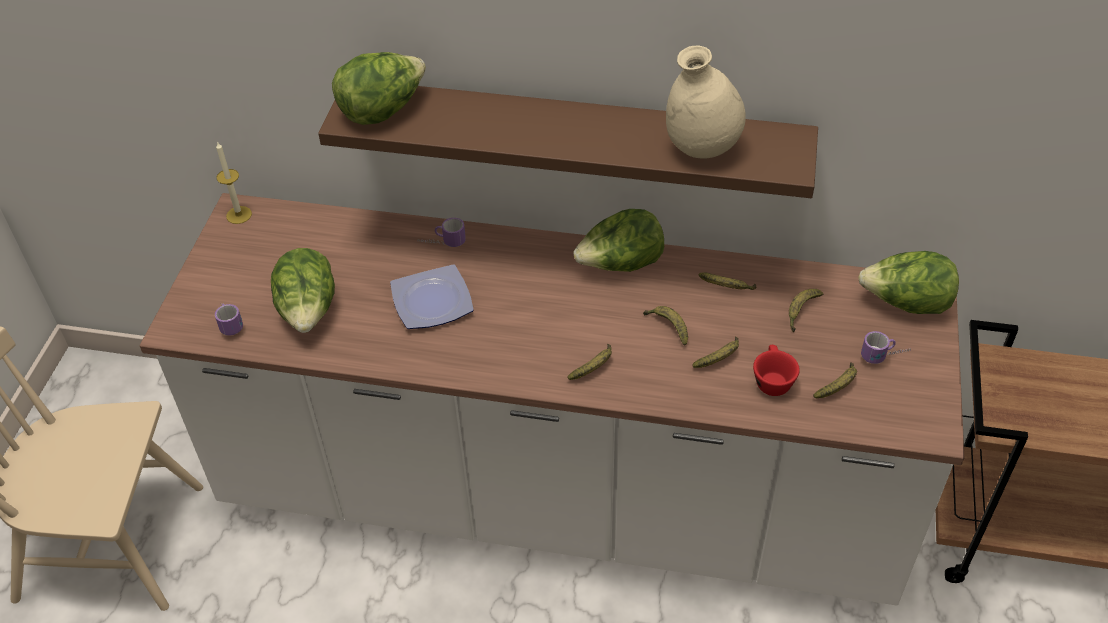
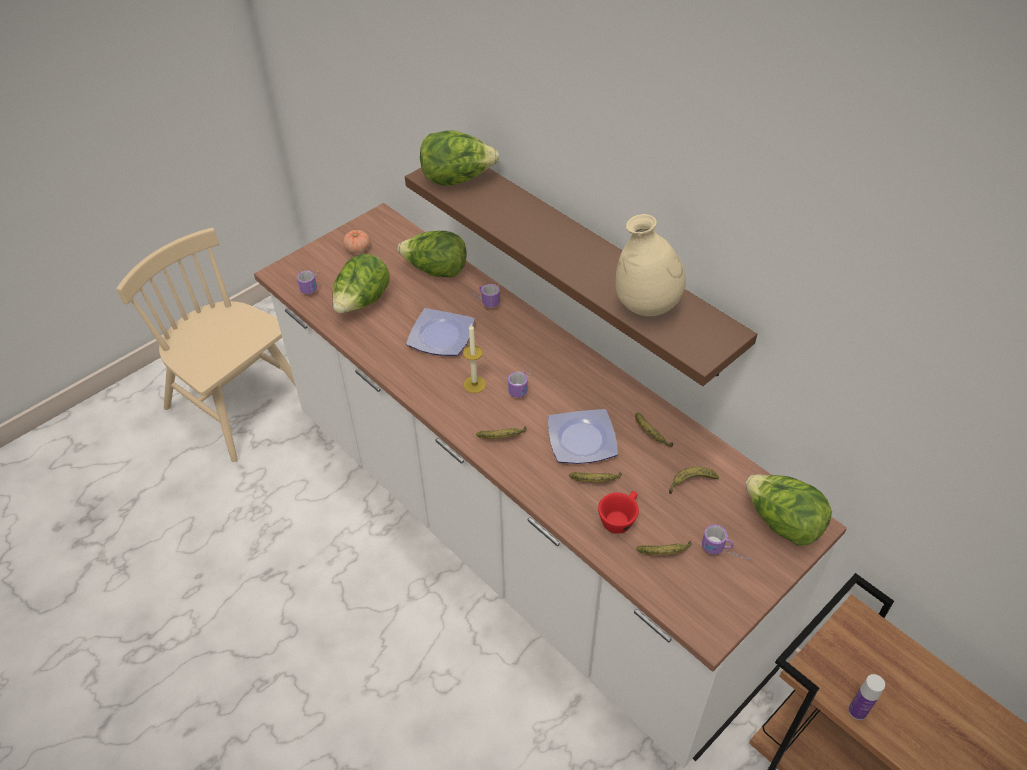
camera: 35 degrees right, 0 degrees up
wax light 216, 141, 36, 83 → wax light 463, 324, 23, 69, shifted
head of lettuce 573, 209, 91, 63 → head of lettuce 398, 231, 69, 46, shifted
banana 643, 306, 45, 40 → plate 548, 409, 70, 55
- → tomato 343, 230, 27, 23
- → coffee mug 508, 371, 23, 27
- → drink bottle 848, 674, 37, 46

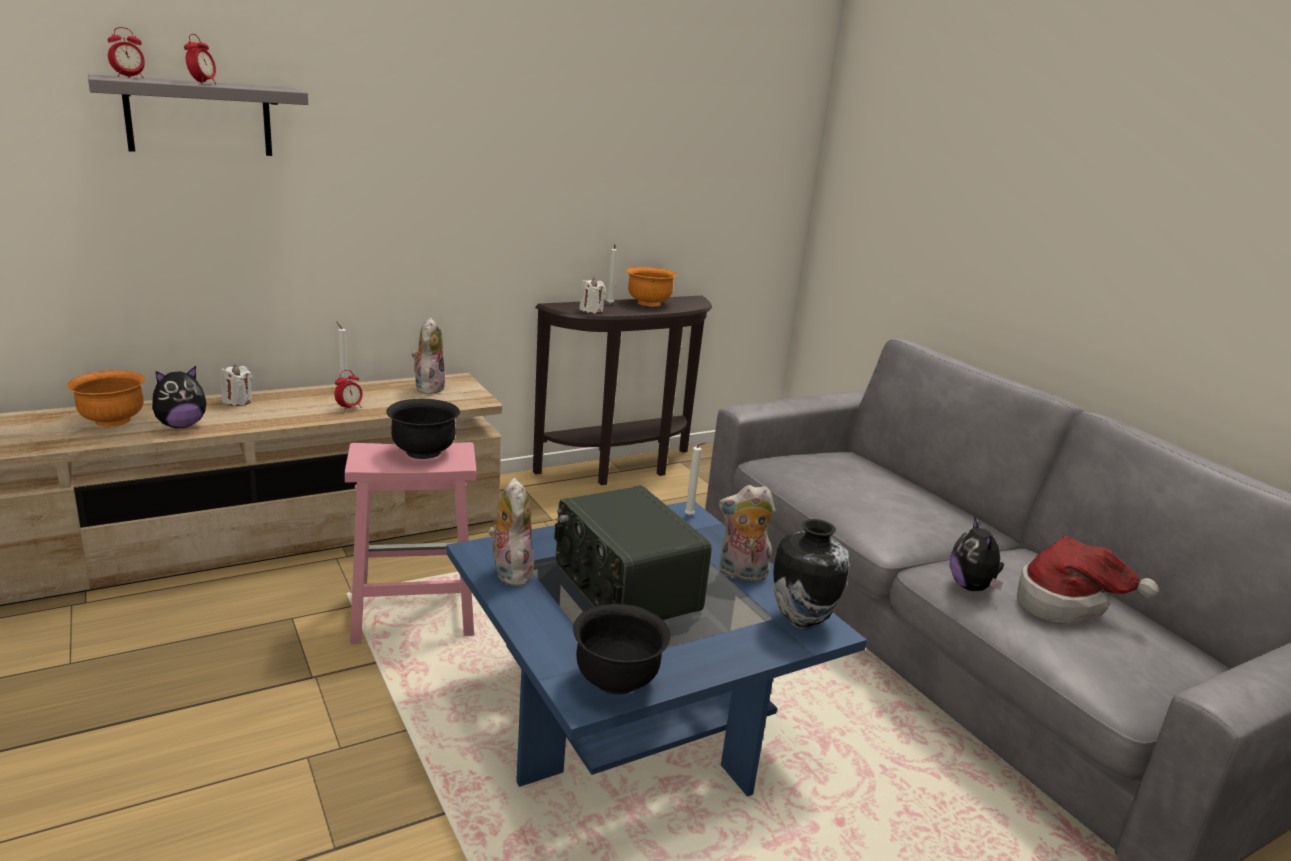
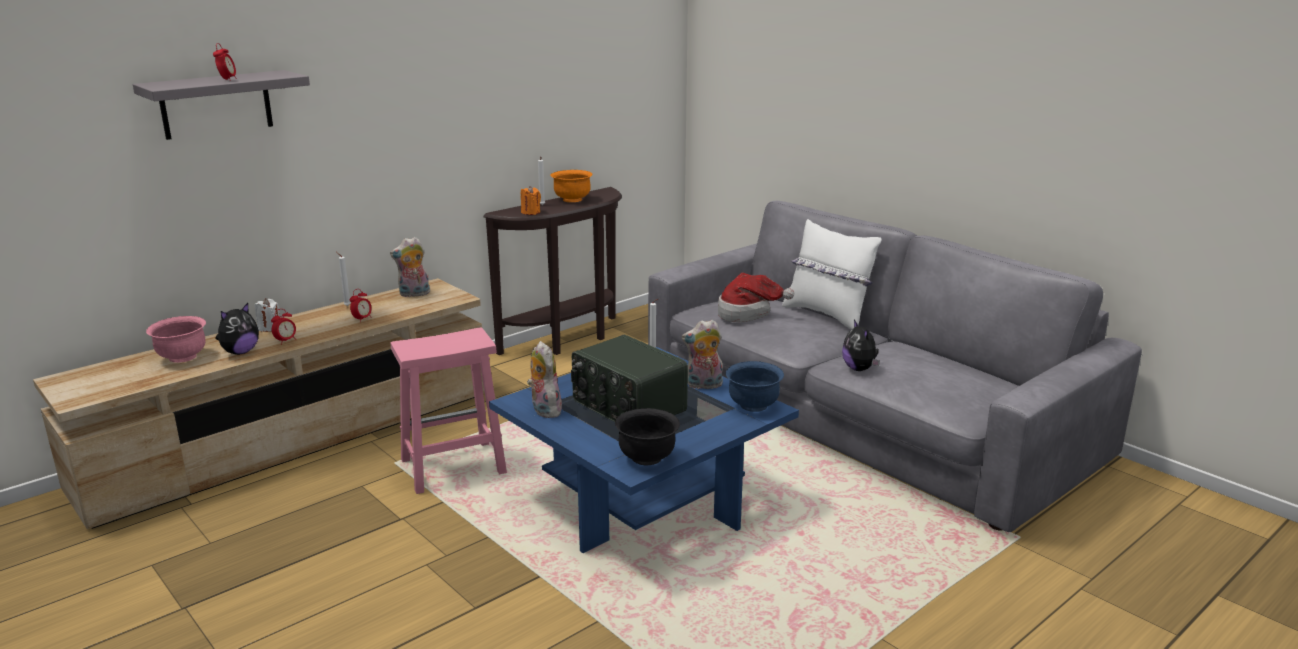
camera: 10 degrees left, 0 degrees up
orange-coloured deep dish 67, 370, 78, 57 → pink deep dish 146, 316, 60, 47
alarm clock 108, 27, 37, 51 → alarm clock 271, 309, 25, 35, shifted
blackish deep dish 386, 399, 74, 60 → -
cuddly toy 412, 318, 33, 76 → cuddly toy 390, 237, 40, 60, 105 degrees counterclockwise
whitish wax light 580, 278, 26, 35 → orange-coloured wax light 521, 186, 20, 29
vase 774, 519, 76, 110 → bluish deep dish 726, 361, 58, 51
hat 1017, 536, 142, 88 → hat 718, 273, 76, 50, shifted
- → whitish throw pillow 782, 219, 100, 111

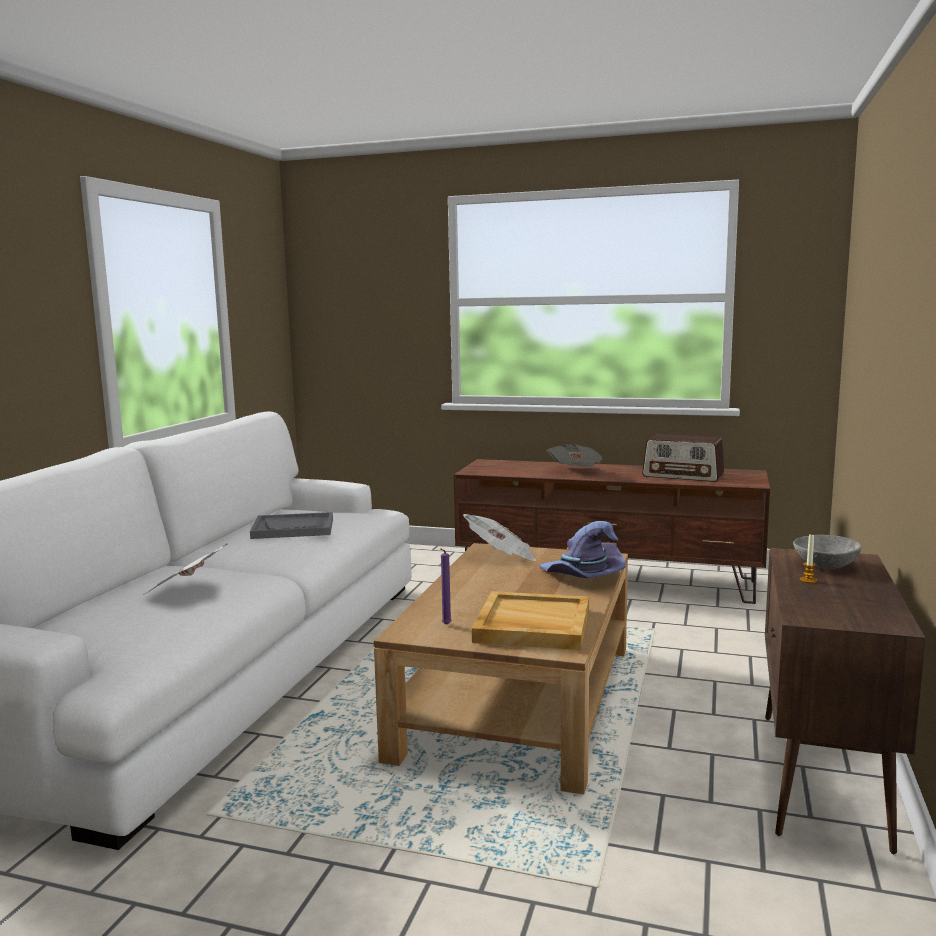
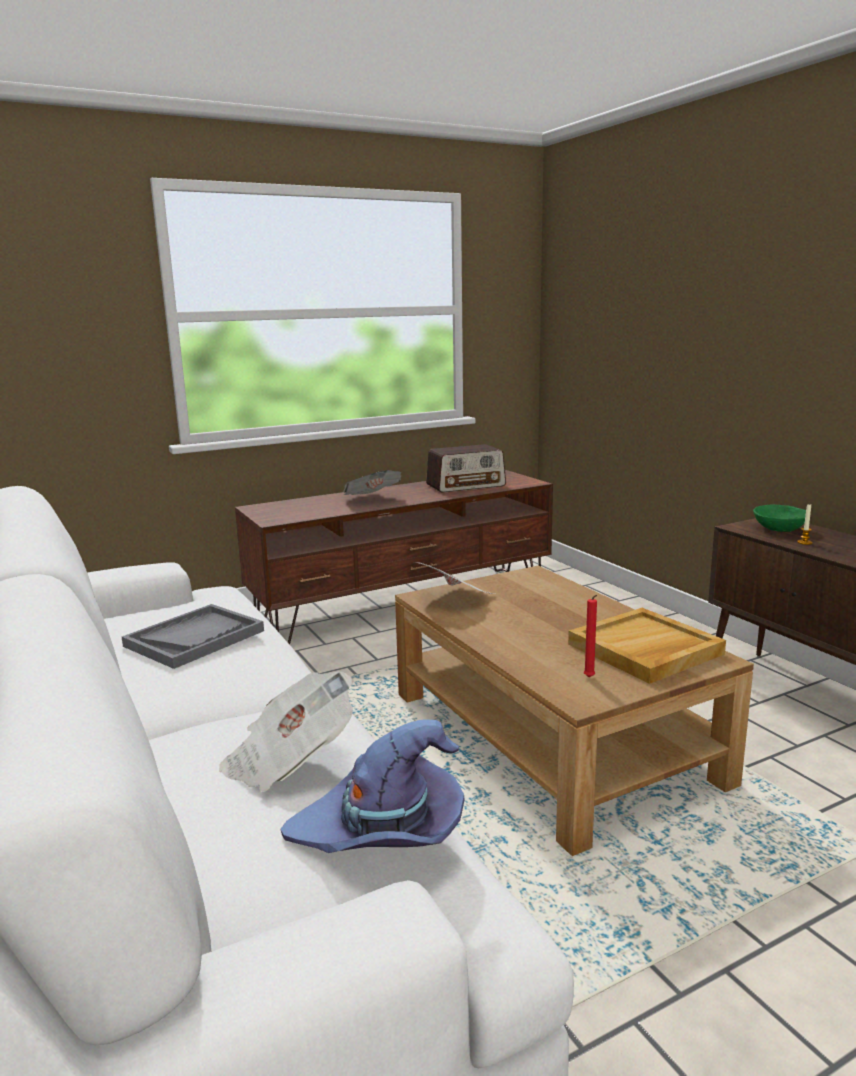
camera: 45 degrees left, 5 degrees up
purple wax light 440, 548, 12, 77 → red-coloured wax light 584, 595, 13, 82
purple hat 539, 521, 87, 57 → purple hat 280, 719, 185, 134, shifted
gray deep dish 793, 535, 68, 34 → greenish deep dish 753, 505, 53, 27

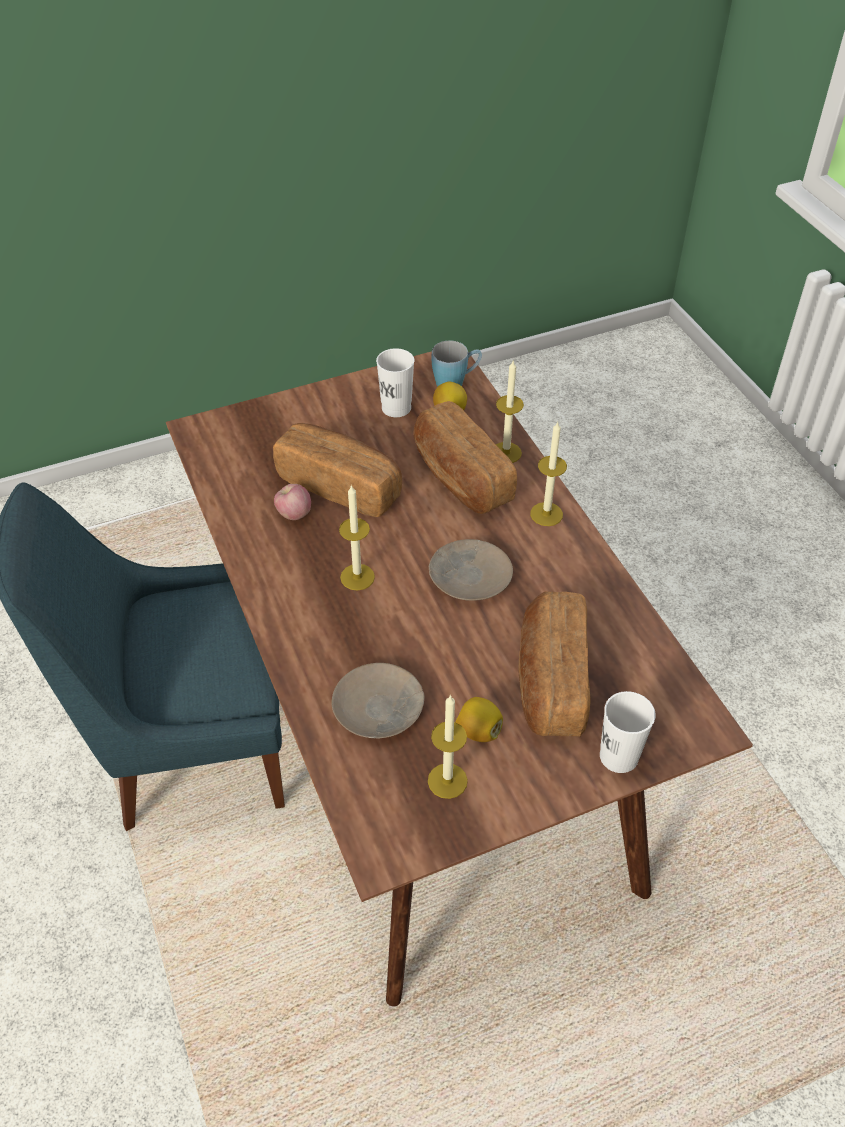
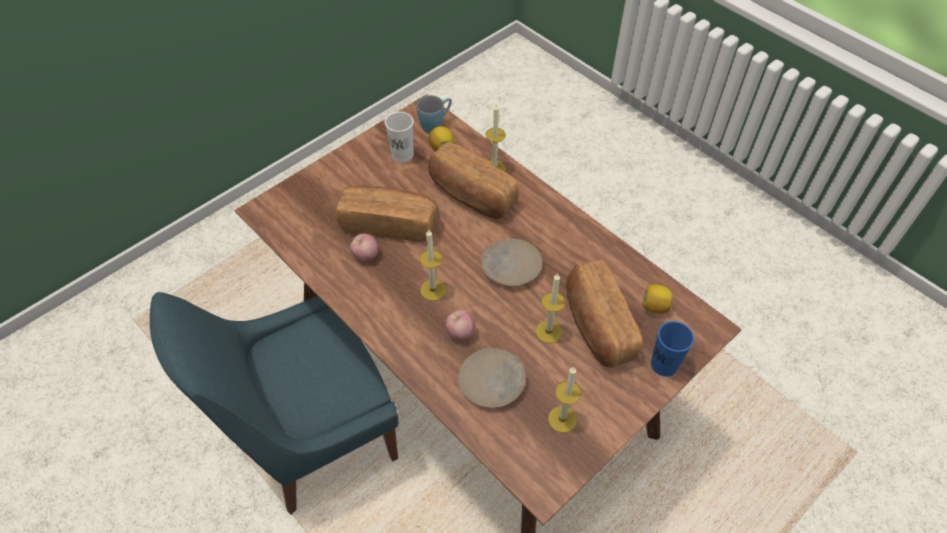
camera: 20 degrees left, 5 degrees up
lemon 456, 697, 47, 45 → lemon 642, 285, 31, 28, shifted
wax light 530, 422, 37, 104 → wax light 536, 273, 29, 70, shifted
whitish cup 600, 691, 56, 82 → bluish cup 651, 321, 43, 56
- → apple fruit 445, 310, 30, 30

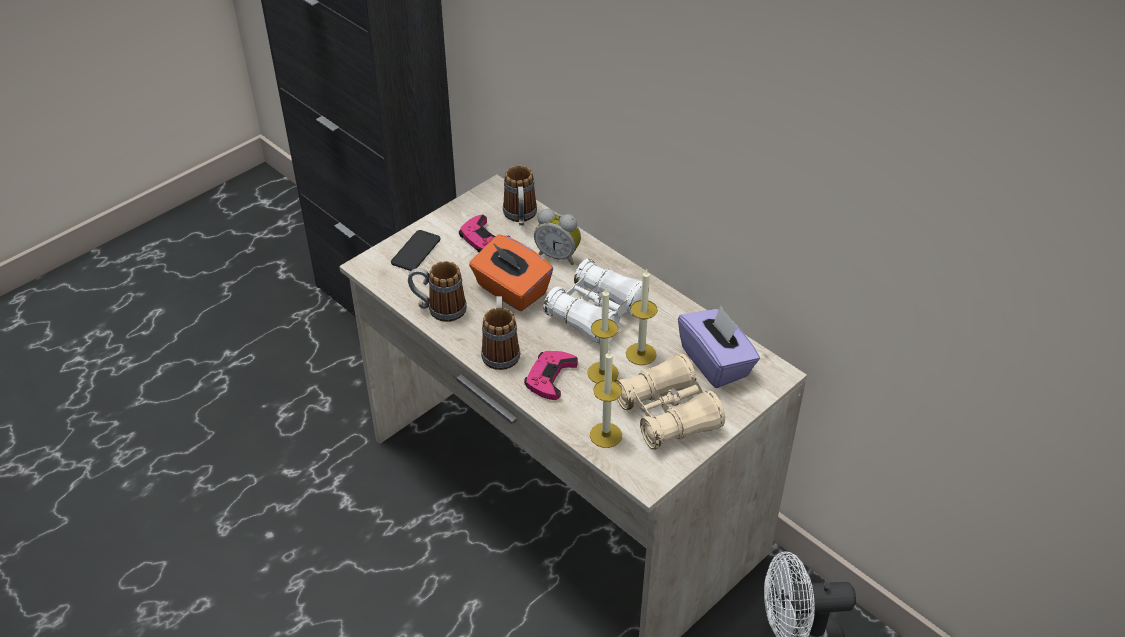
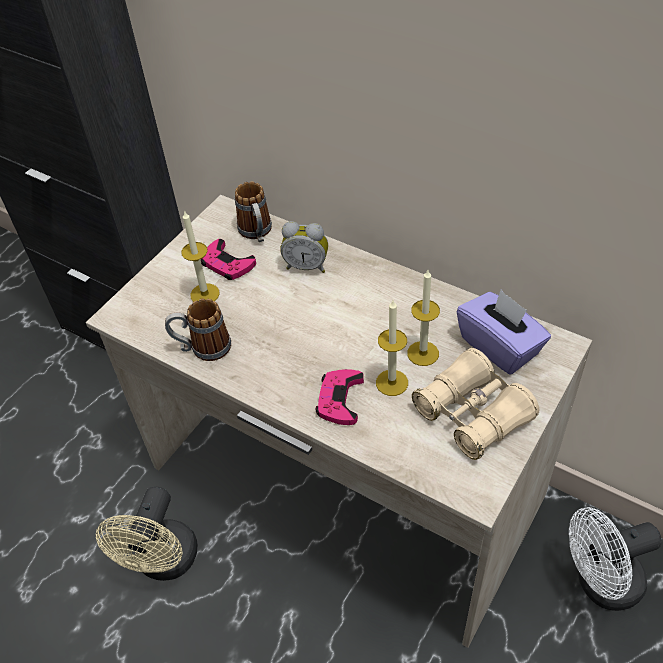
camera: 10 degrees left, 5 degrees up
telephone 391, 230, 49, 41 → -
orange-coloured tissue box 469, 234, 84, 77 → -
coffee mug 481, 296, 39, 74 → -
whitish field glasses 543, 259, 99, 85 → -
wax light 590, 350, 32, 98 → wax light 181, 210, 39, 92, shifted
- → sand-coloured fan 96, 487, 102, 94

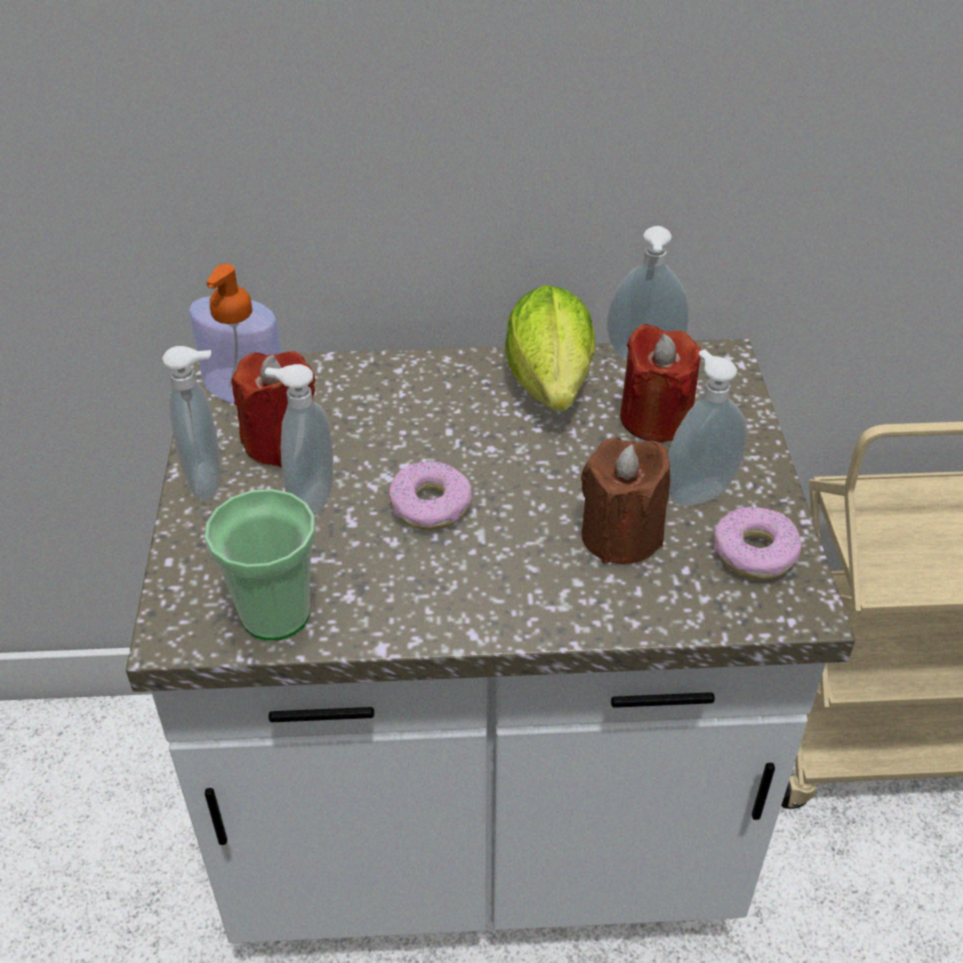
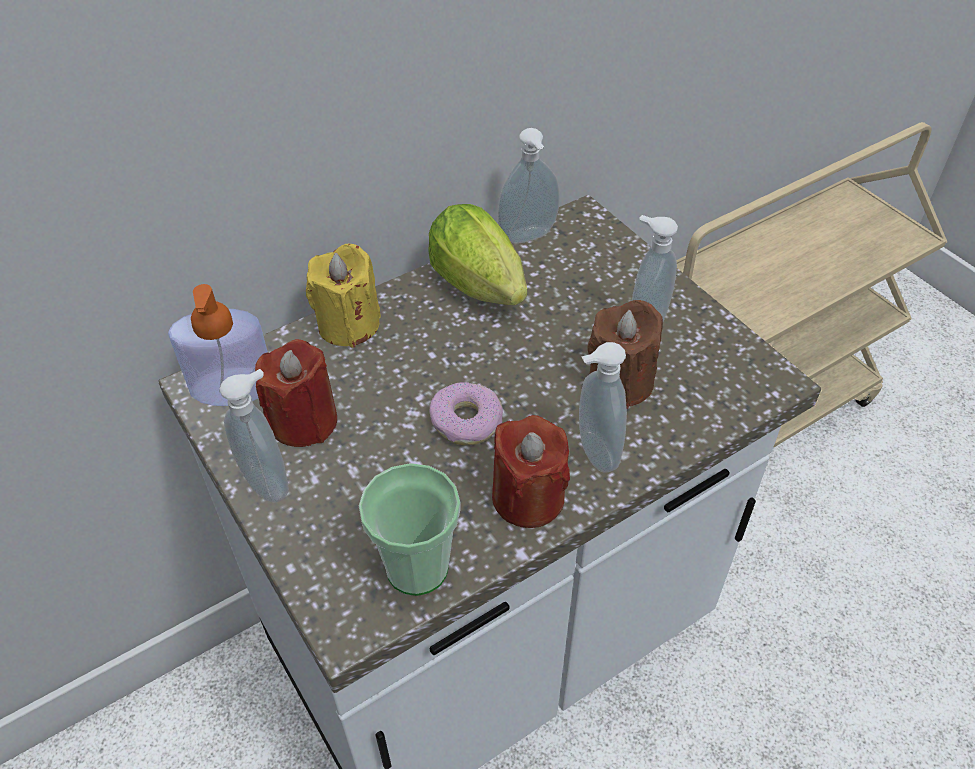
camera: 30 degrees left, 5 degrees up
liquid soap bottle 265, 364, 68, 152 → liquid soap bottle 579, 342, 48, 131, shifted
red-coloured wax light 620, 324, 82, 118 → red-coloured wax light 492, 415, 78, 113, shifted
ring doughnut 714, 506, 87, 74 → -
- → yellow wax light 306, 244, 75, 104

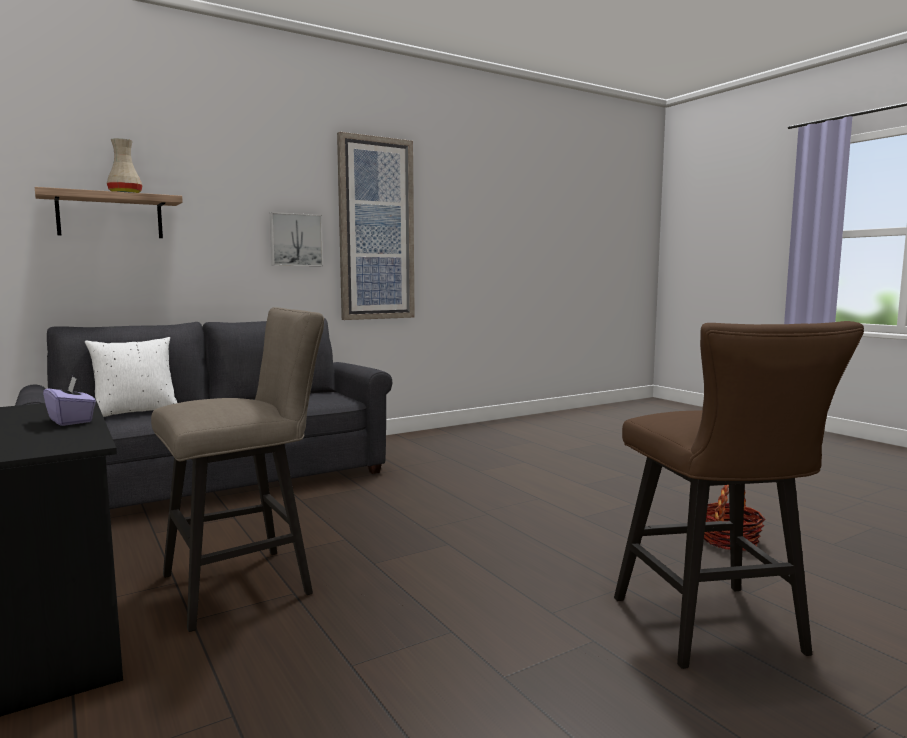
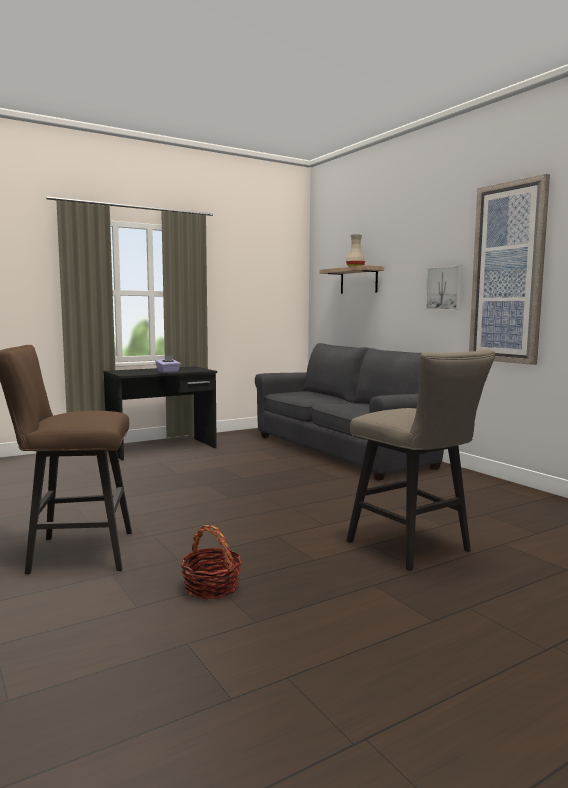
camera: 90 degrees right, 0 degrees up
whitish throw pillow 85, 337, 92, 80 → -
sand-coloured stool seat 151, 307, 174, 325 → sand-coloured stool seat 346, 349, 149, 222, shifted

